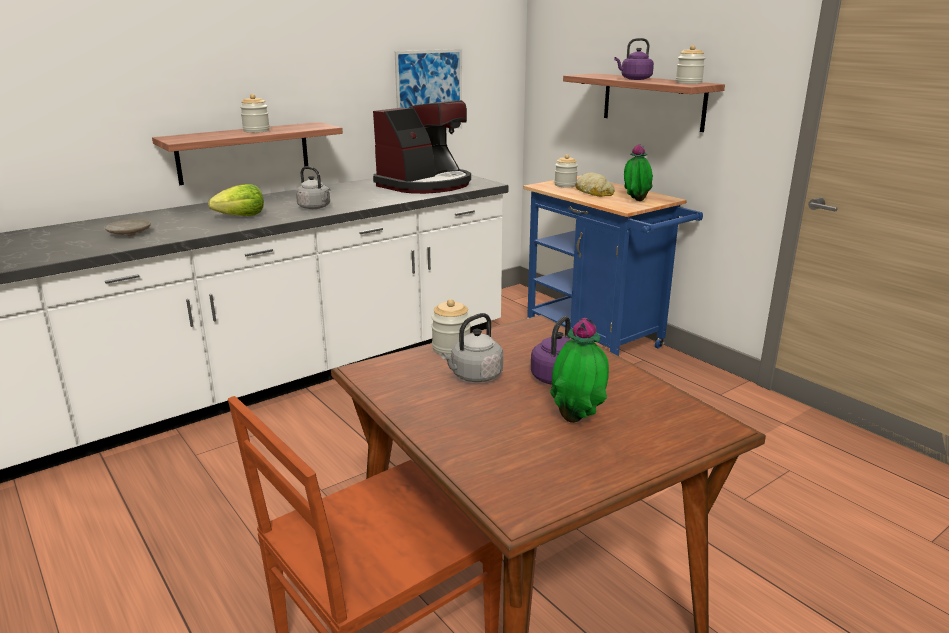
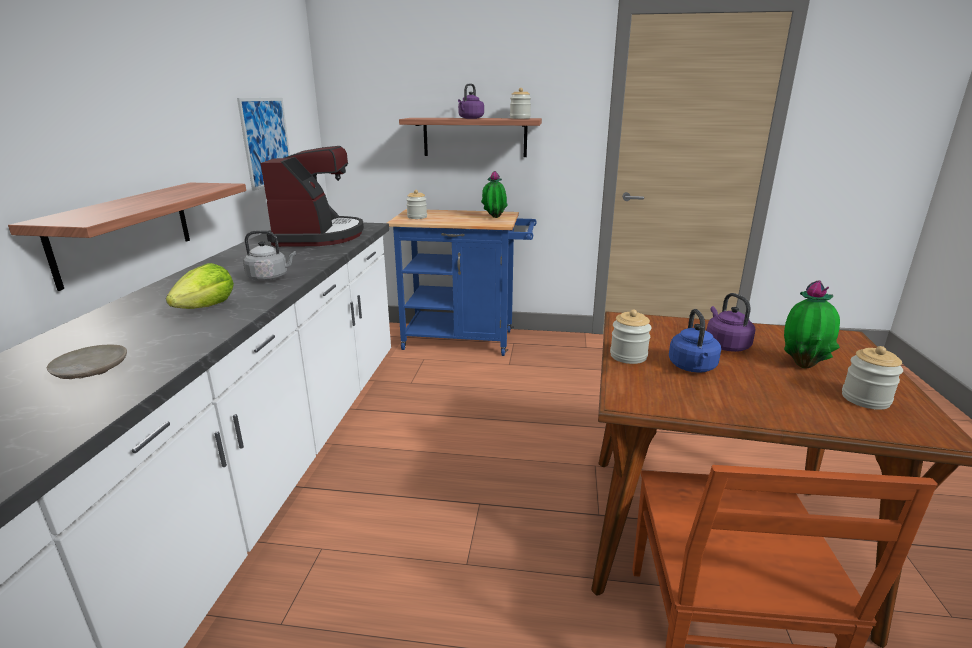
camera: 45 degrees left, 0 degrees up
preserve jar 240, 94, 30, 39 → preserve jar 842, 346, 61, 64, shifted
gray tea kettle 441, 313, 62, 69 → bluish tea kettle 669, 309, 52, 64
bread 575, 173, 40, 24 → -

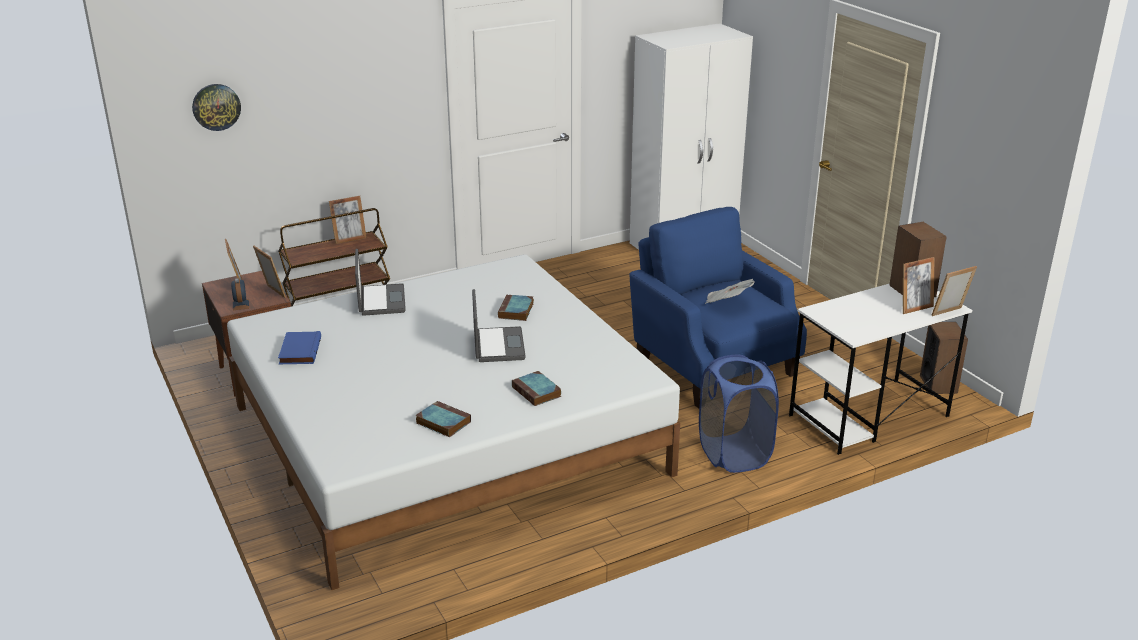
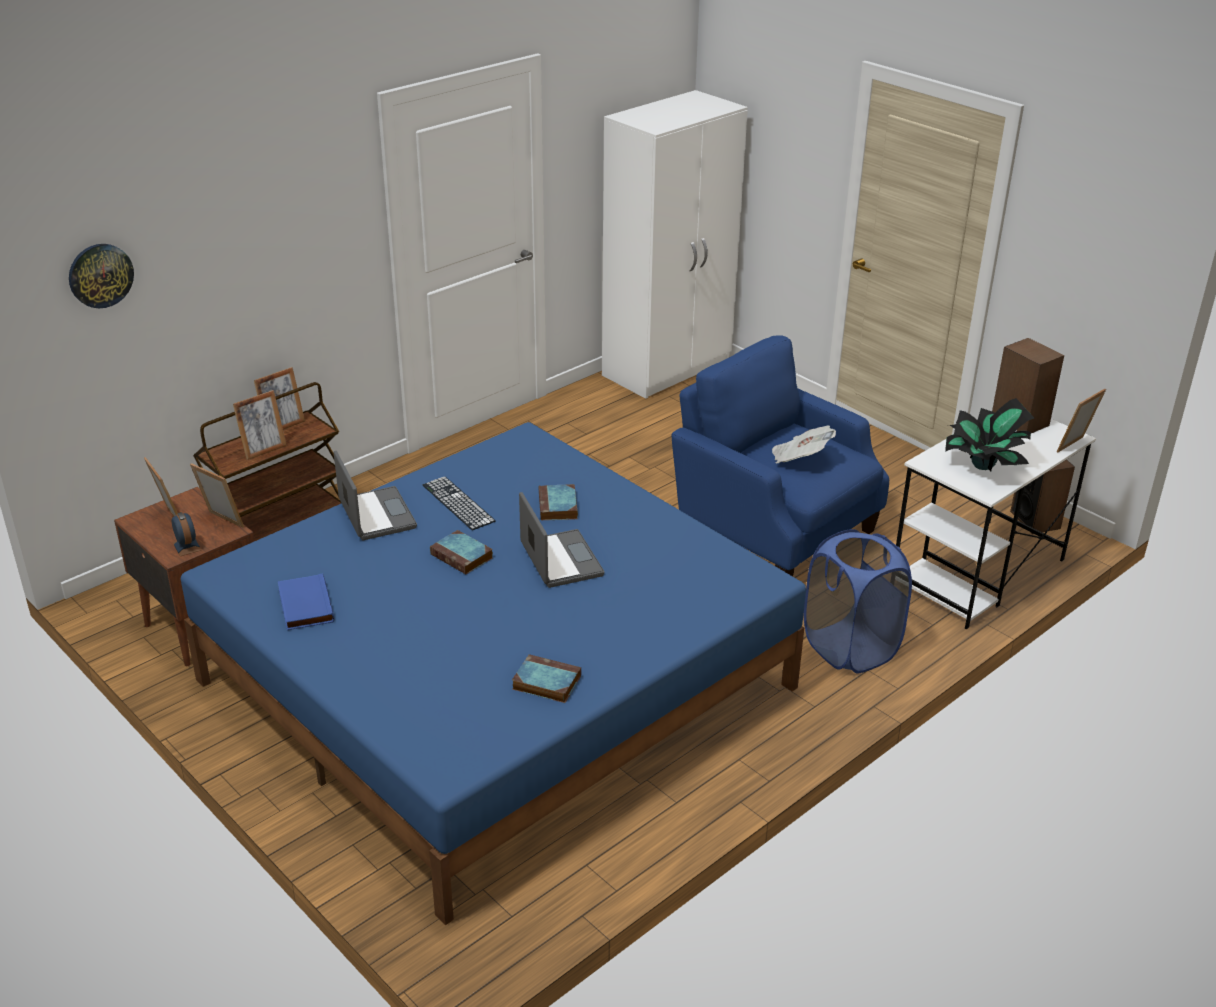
camera: 15 degrees left, 5 degrees up
whitish bedroom bed 227, 254, 453, 336 → bluish bedroom bed 181, 422, 625, 503
book 512, 371, 49, 35 → book 430, 530, 63, 44, shifted
photo frame 903, 257, 32, 57 → photo frame 233, 390, 54, 70, shifted
- → keyboard 423, 477, 73, 53
- → potted plant 945, 398, 89, 73

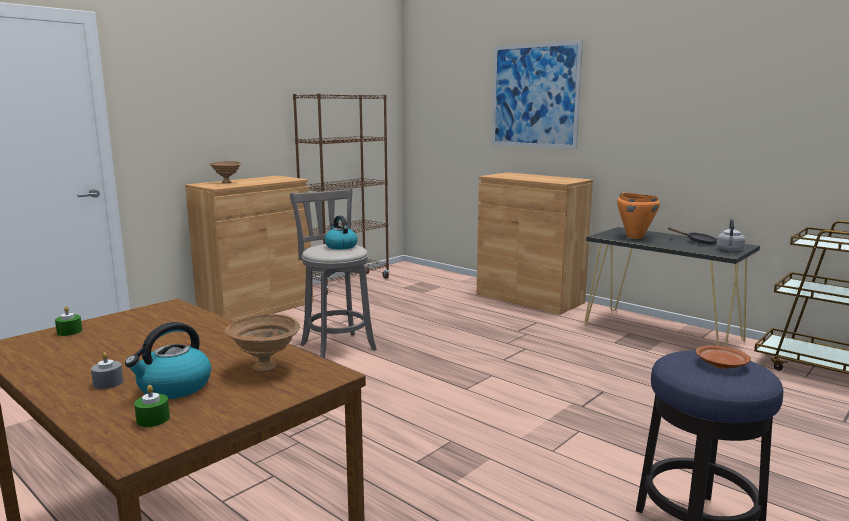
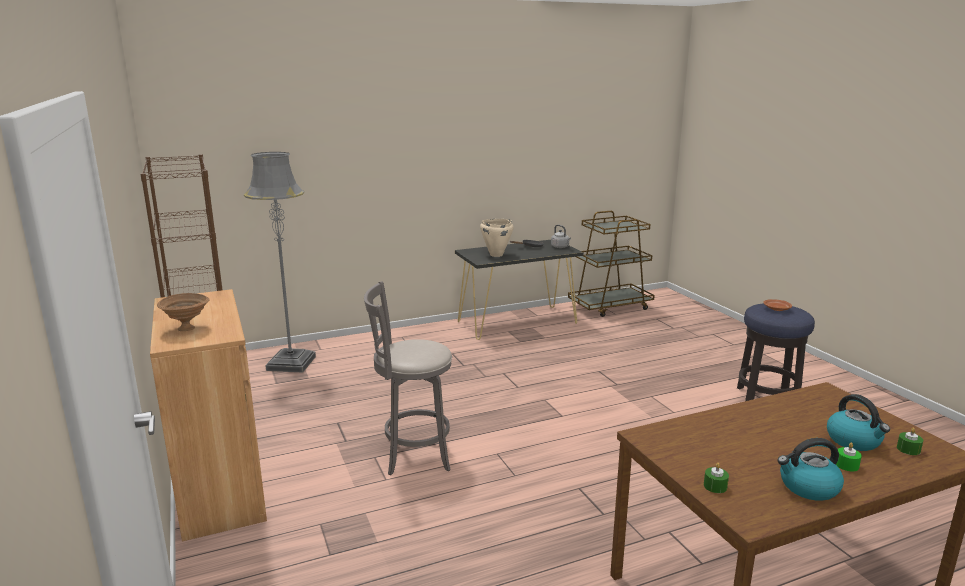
camera: 65 degrees left, 5 degrees up
gray wax light 91, 352, 33, 37 → greenish wax light 836, 443, 26, 29
brown-coloured deep dish 225, 314, 75, 58 → -
tea kettle 324, 216, 34, 34 → tea kettle 778, 438, 66, 63, shifted
brown-coloured storage cabinet 477, 172, 116, 143 → -
wall picture 492, 40, 91, 109 → -
orange-coloured saucepot 617, 193, 43, 46 → sand-coloured saucepot 480, 219, 33, 38
- → gray floor lamp 244, 152, 72, 221

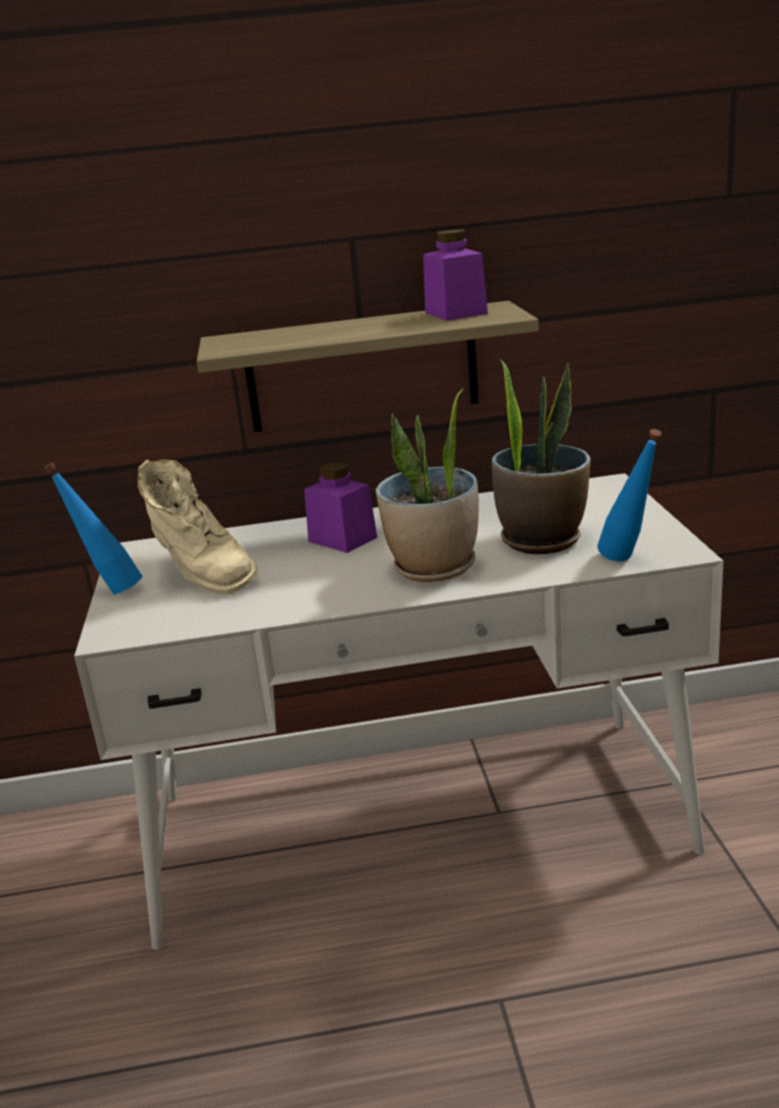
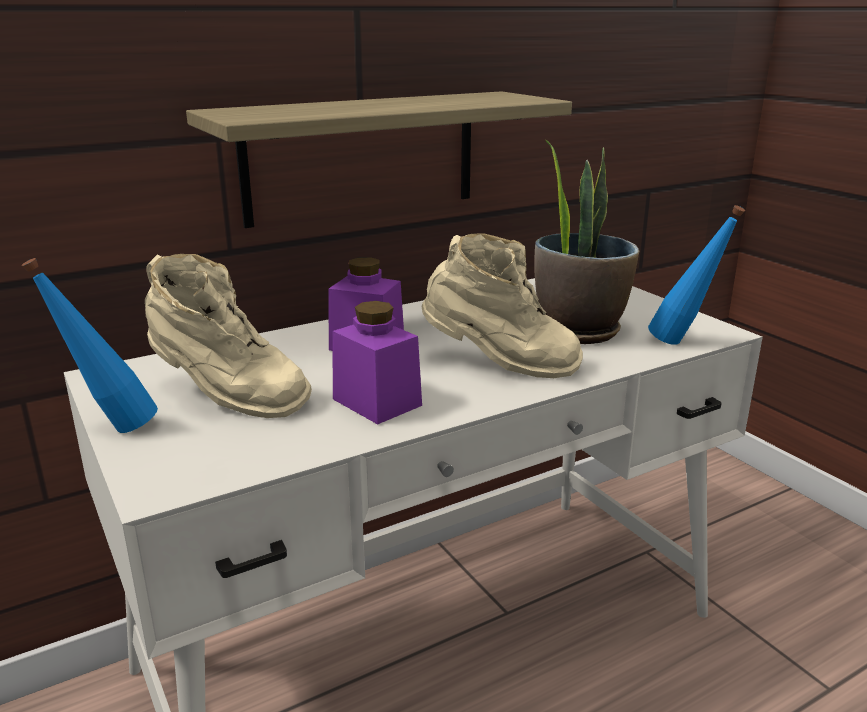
camera: 25 degrees left, 0 degrees up
potted plant 376, 388, 103, 194 → sand-coloured boot 422, 233, 161, 145
purple preserve jar 423, 229, 65, 92 → purple preserve jar 332, 301, 90, 123, shifted

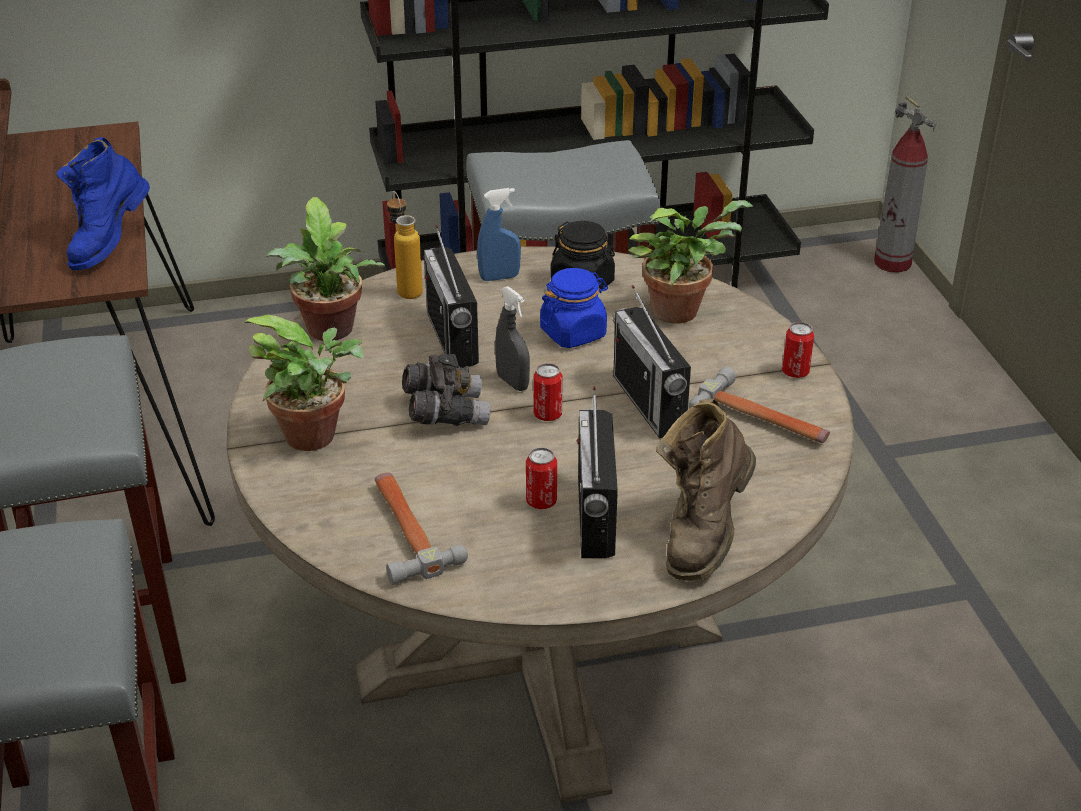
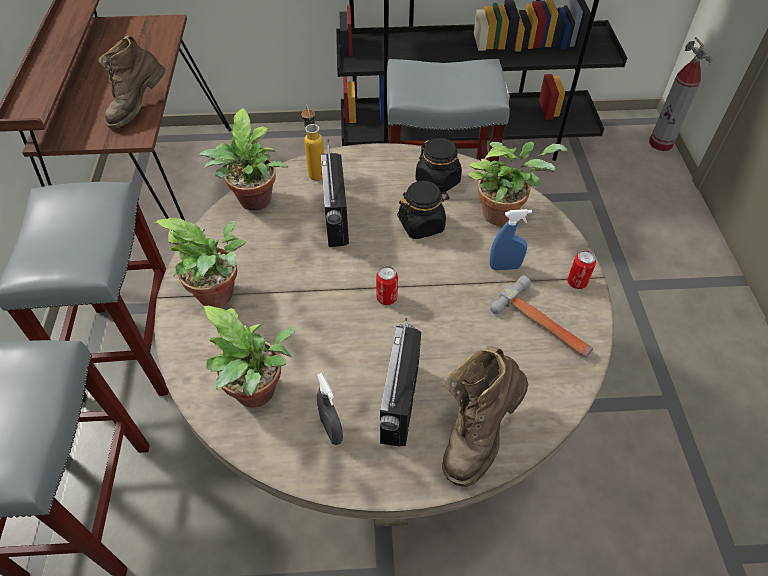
camera: 10 degrees right, 15 degrees up
bluish boot 57, 137, 93, 133 → brown-coloured boot 98, 36, 67, 93
hand hammer 375, 472, 93, 113 → potted plant 203, 306, 93, 102
gray field glasses 402, 354, 89, 72 → -
bluish spray bottle 477, 188, 44, 93 → bluish spray bottle 490, 209, 42, 61, shifted
gray spray bottle 495, 286, 35, 105 → gray spray bottle 317, 373, 26, 72, shifted
sealed can 526, 447, 31, 62 → -
bluish preserve jar 540, 268, 68, 80 → blackish preserve jar 397, 181, 53, 58
radio set 613, 285, 78, 153 → -

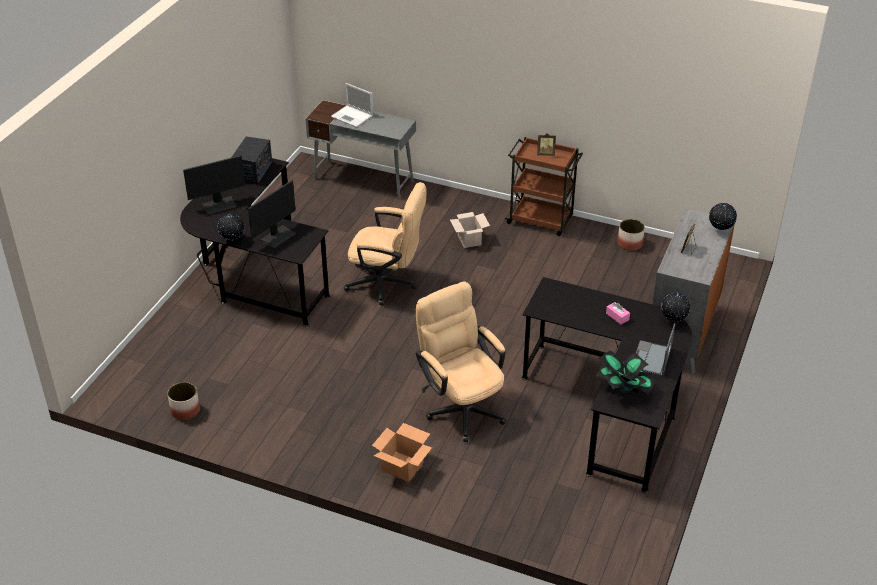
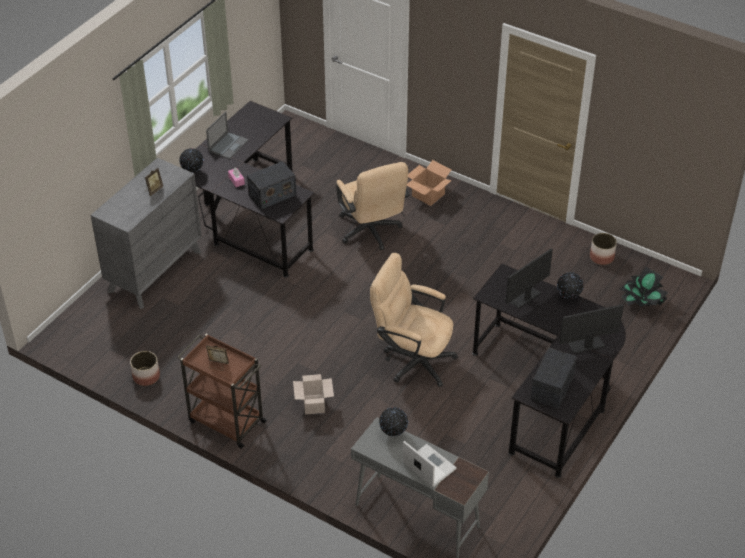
camera: 170 degrees left, 5 degrees up
potted plant 596, 350, 61, 45 → potted plant 619, 267, 49, 39, shifted
world globe 709, 202, 28, 29 → world globe 379, 407, 29, 30, shifted
- → radio set 247, 161, 49, 49

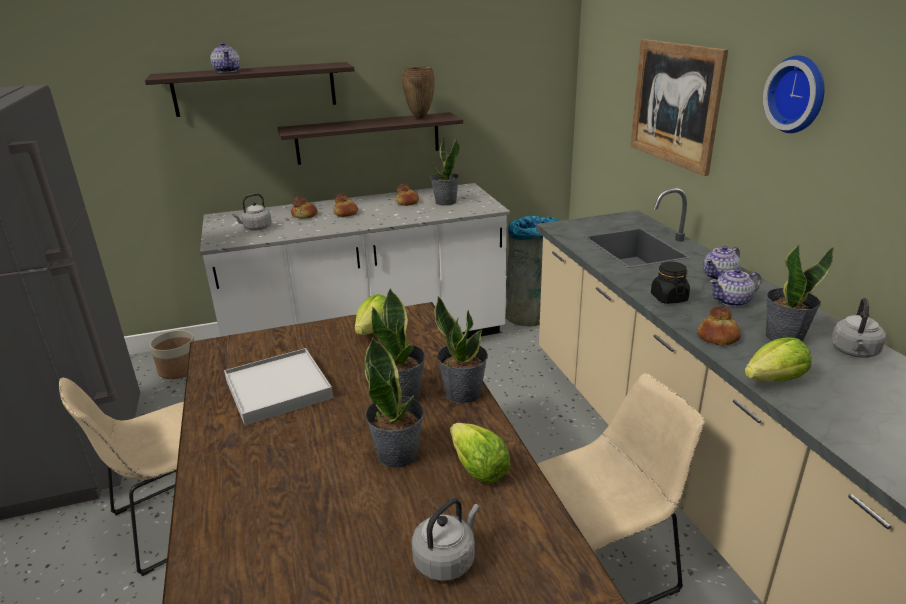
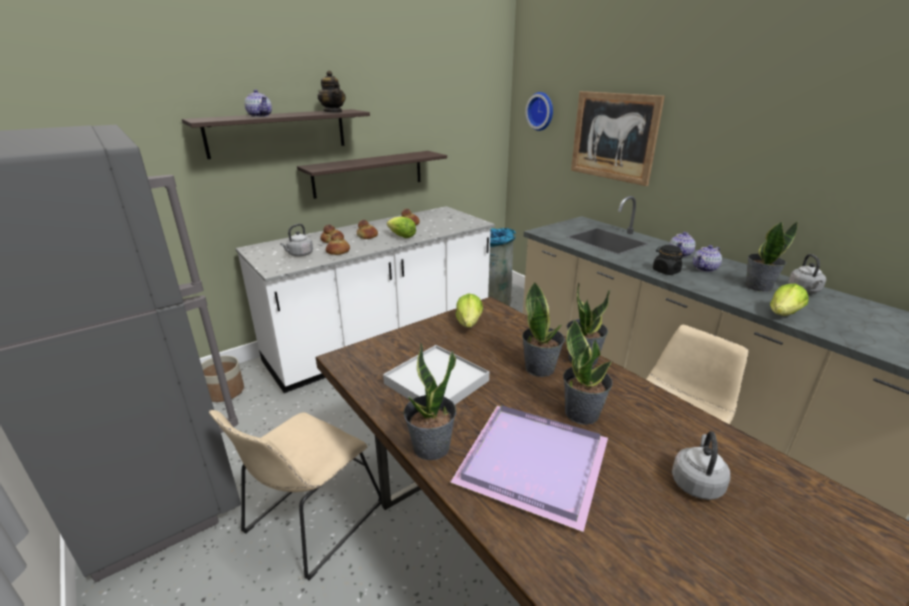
camera: 20 degrees left, 0 degrees up
brown-coloured vase 402, 66, 33, 53 → -
potted plant 430, 137, 30, 69 → potted plant 404, 342, 52, 118, shifted
head of lettuce 450, 423, 61, 61 → head of lettuce 387, 216, 29, 22, shifted
bread 697, 306, 44, 40 → bread 326, 233, 24, 22, shifted
wall clock 763, 55, 61, 78 → wall clock 525, 92, 28, 39, shifted
- → tea pot 317, 70, 29, 43
- → purple serving tray 450, 405, 158, 127

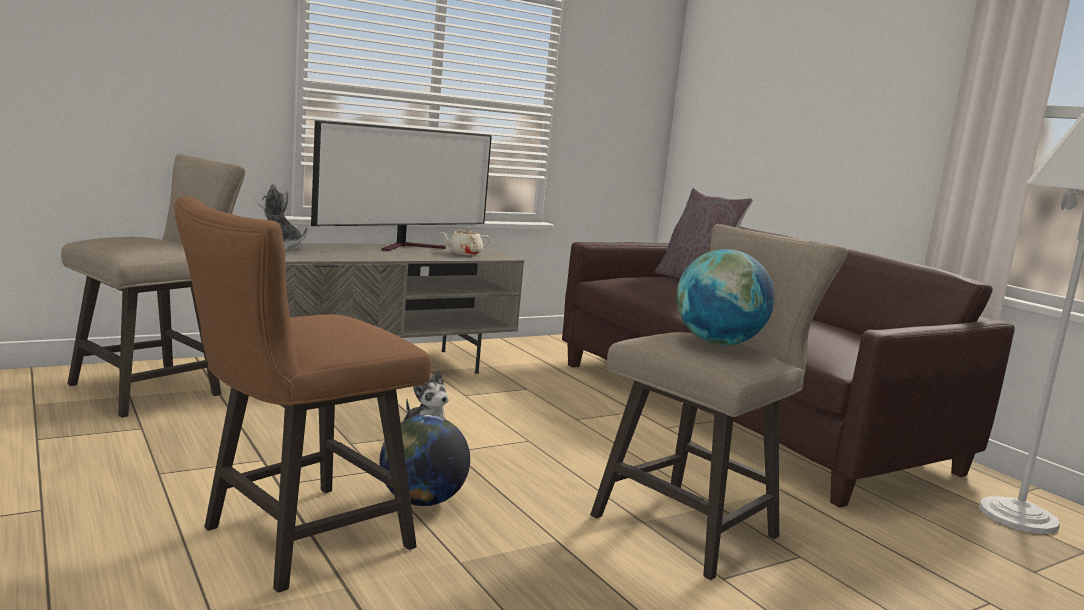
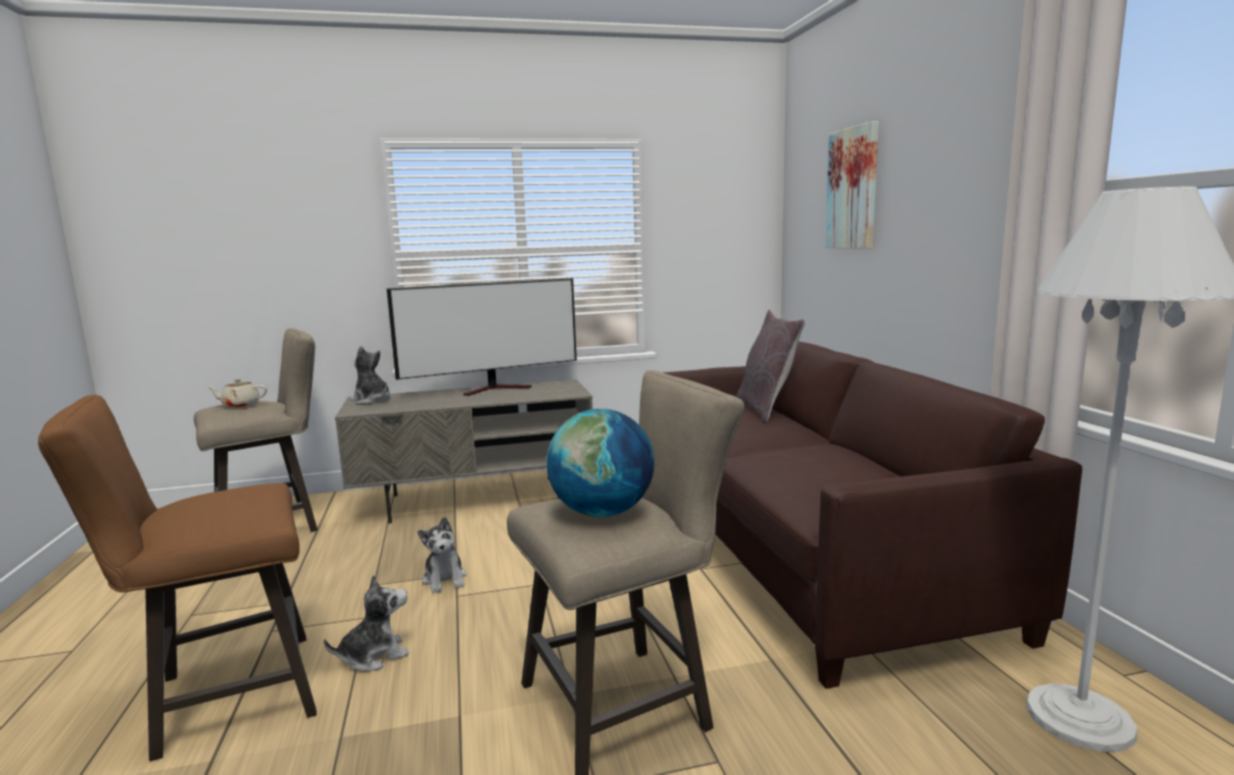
camera: 20 degrees right, 0 degrees up
world globe 380, 415, 90, 91 → cuddly toy 324, 575, 85, 97
sand-coloured tea pot 440, 227, 50, 28 → sand-coloured tea pot 206, 379, 61, 29, shifted
- → wall picture 825, 121, 54, 128

